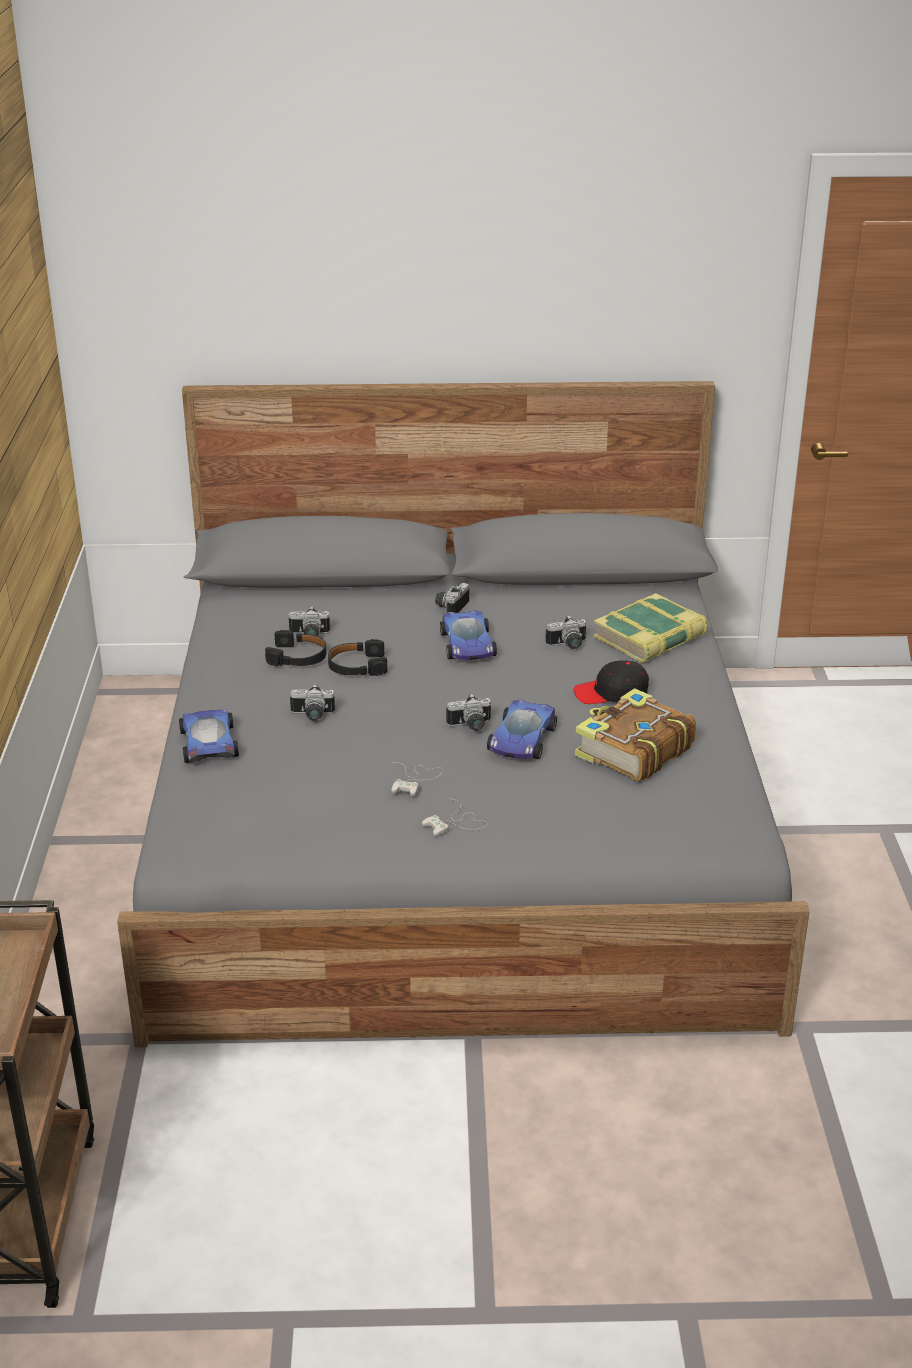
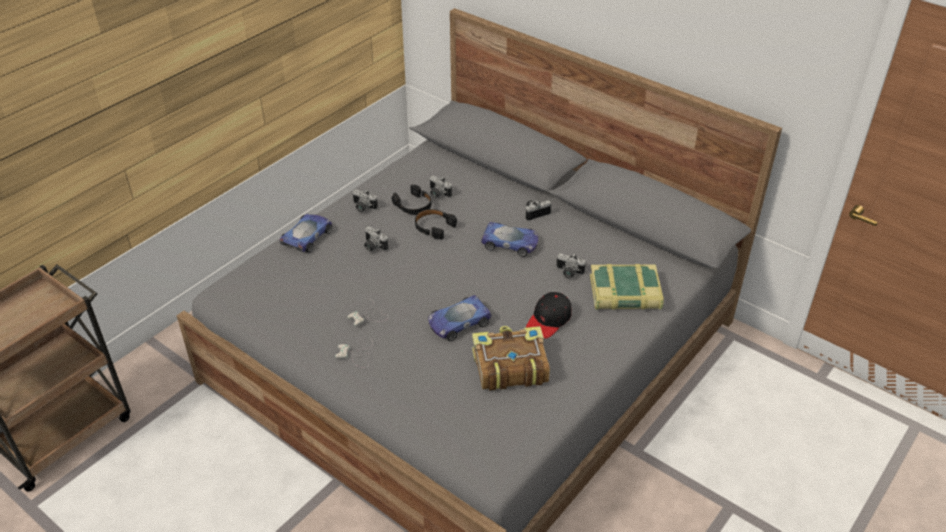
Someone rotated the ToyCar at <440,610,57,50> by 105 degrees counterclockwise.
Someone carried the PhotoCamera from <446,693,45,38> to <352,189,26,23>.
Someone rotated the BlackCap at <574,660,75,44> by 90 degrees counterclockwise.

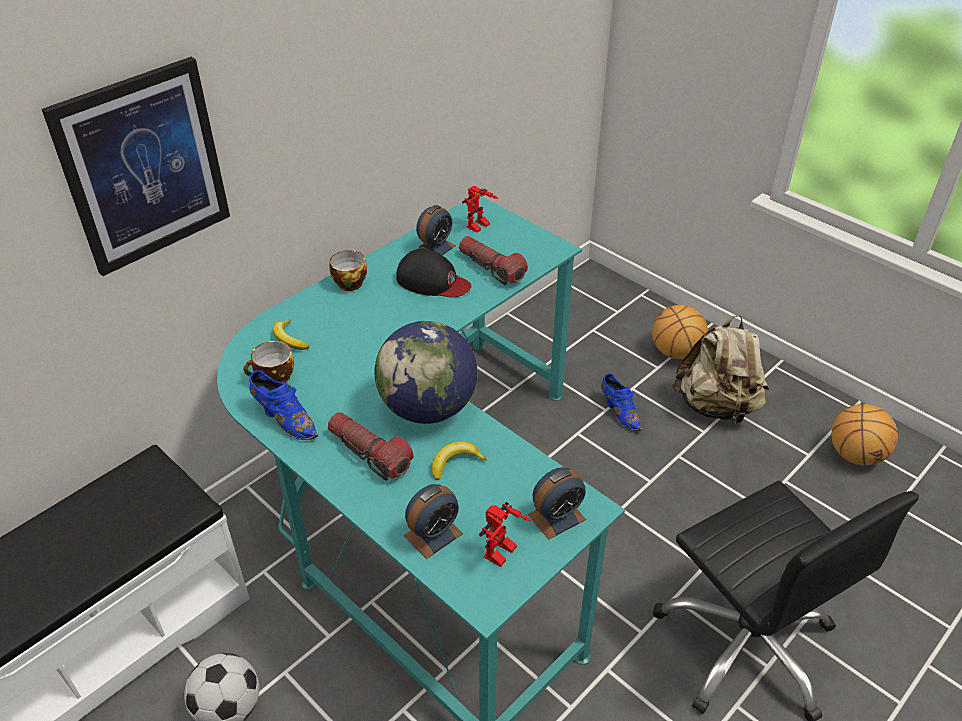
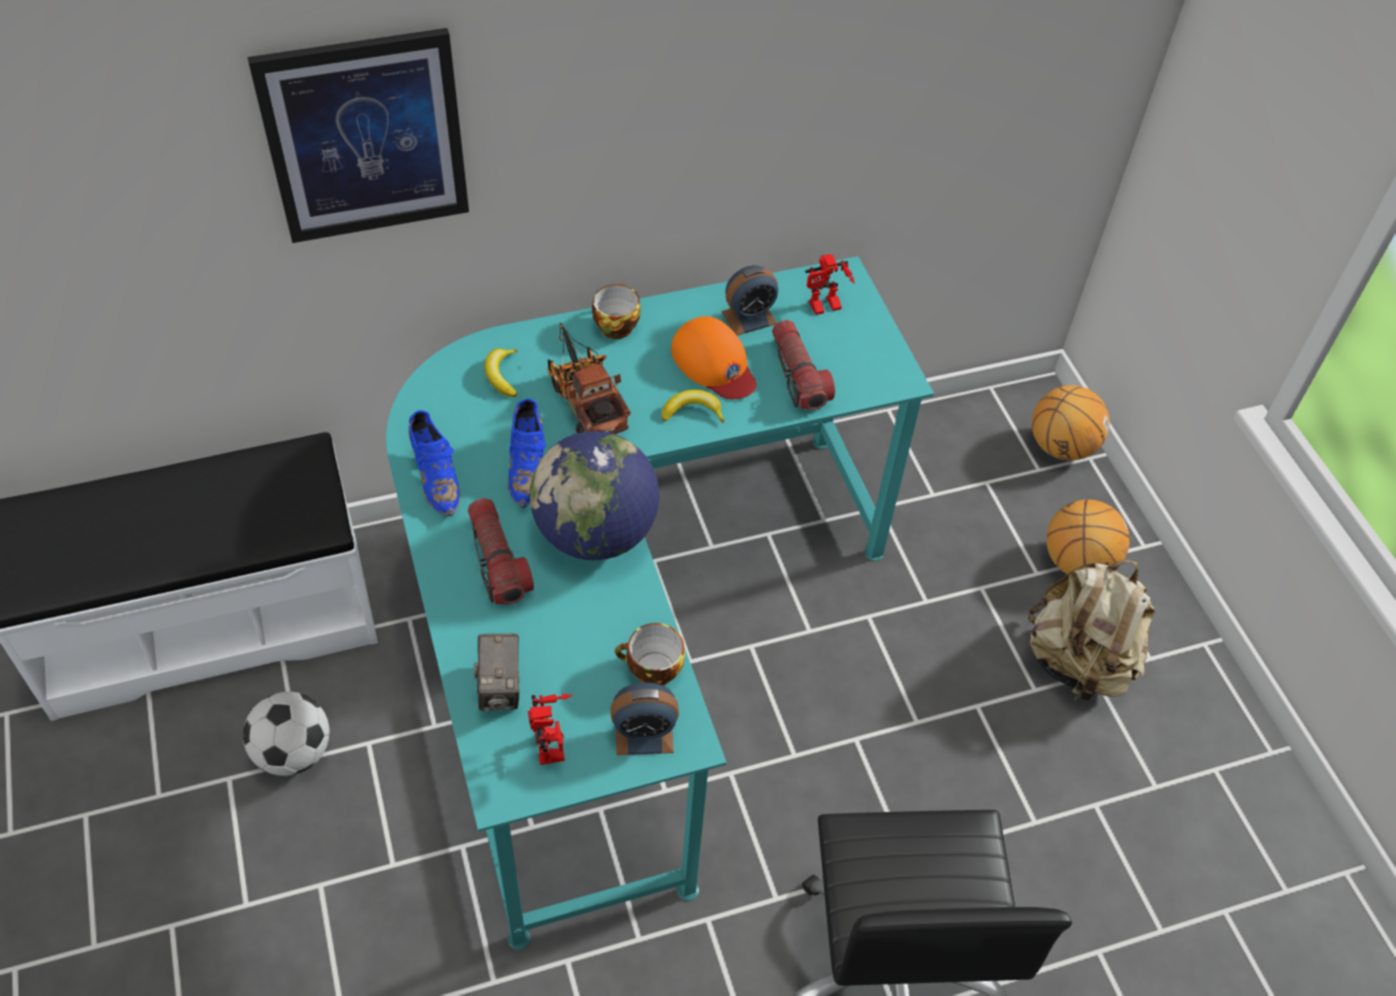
Someone carried the Cup from <243,341,51,42> to <615,623,70,63>.
Someone repainted the BlackCap at <396,249,75,48>, which became the OrangeCap at <671,316,86,83>.
Someone swapped the AlarmClock at <404,484,59,75> for the PhotoCamera at <474,634,46,78>.
Someone carried the Banana from <432,441,55,39> to <662,390,63,33>.
Someone rotated the ToyRobot at <479,502,52,65> by 75 degrees counterclockwise.
Someone carried the BlueShoe from <601,373,41,58> to <508,398,38,110>.
Someone carried the Basketball from <831,404,67,62> to <1032,385,78,76>.
Someone put down the ToyTruck at <547,323,84,111>.

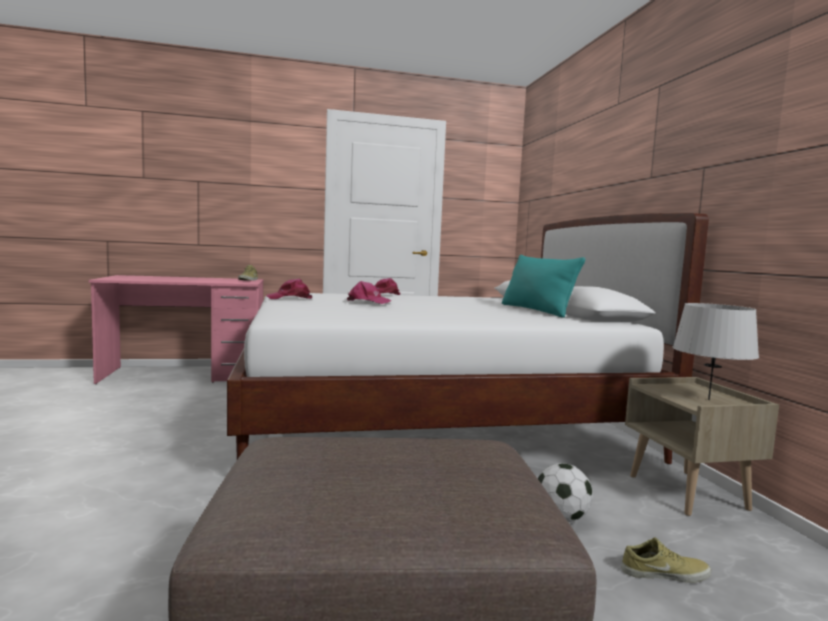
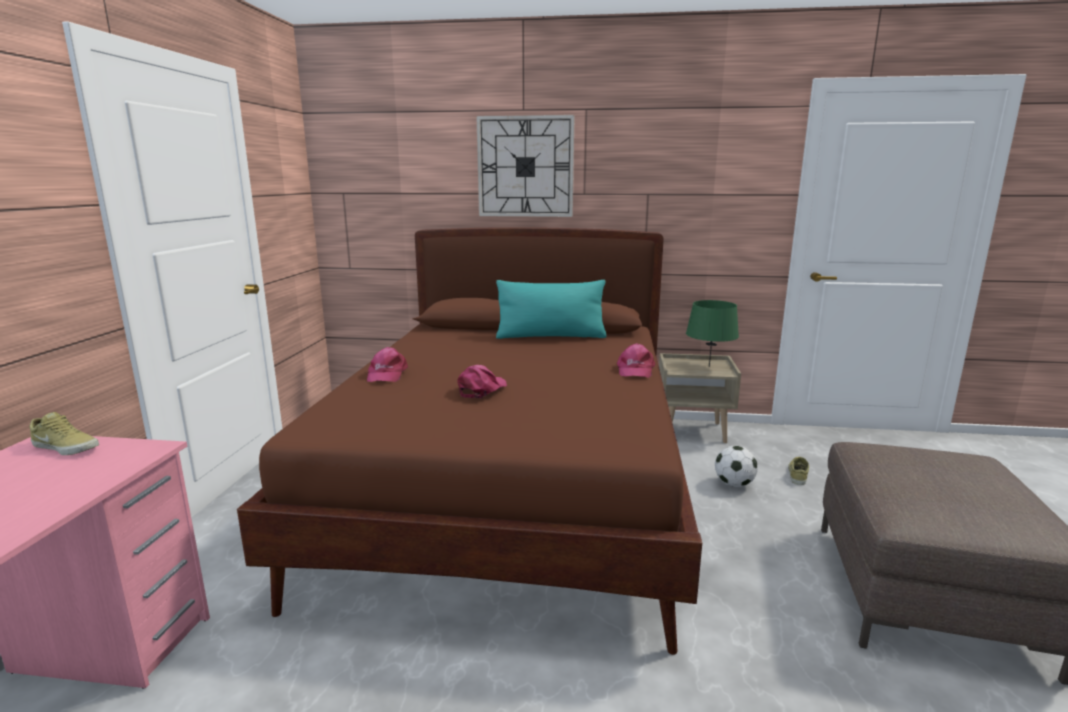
Someone repainted the WhiteBed at <227,213,482,251>, which became the BrownBed at <237,227,465,428>.
Someone carried the PinkCap from <266,279,46,20> to <617,343,39,35>.
Someone repainted the GreyTableLamp at <673,303,86,97>, which became the GreenTableLamp at <686,300,53,67>.
Someone put up the WallClock at <476,115,99,102>.

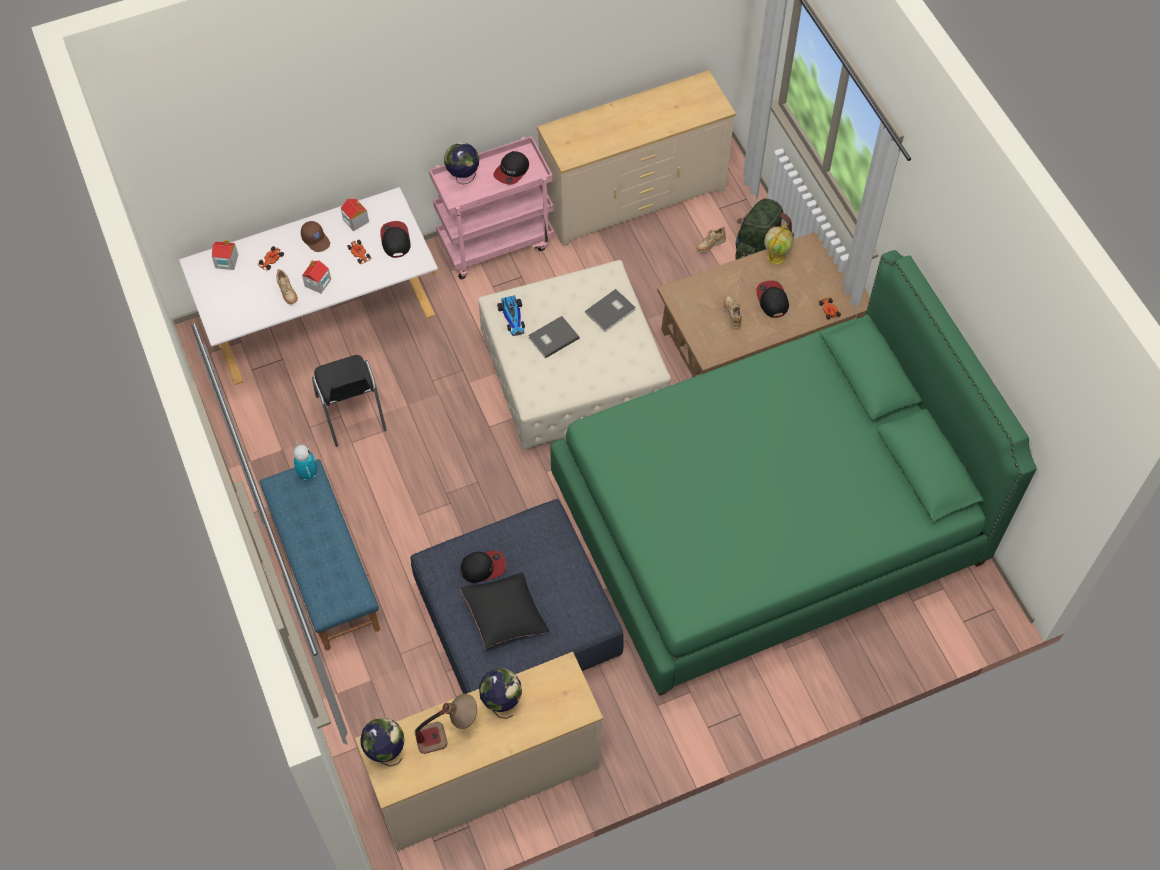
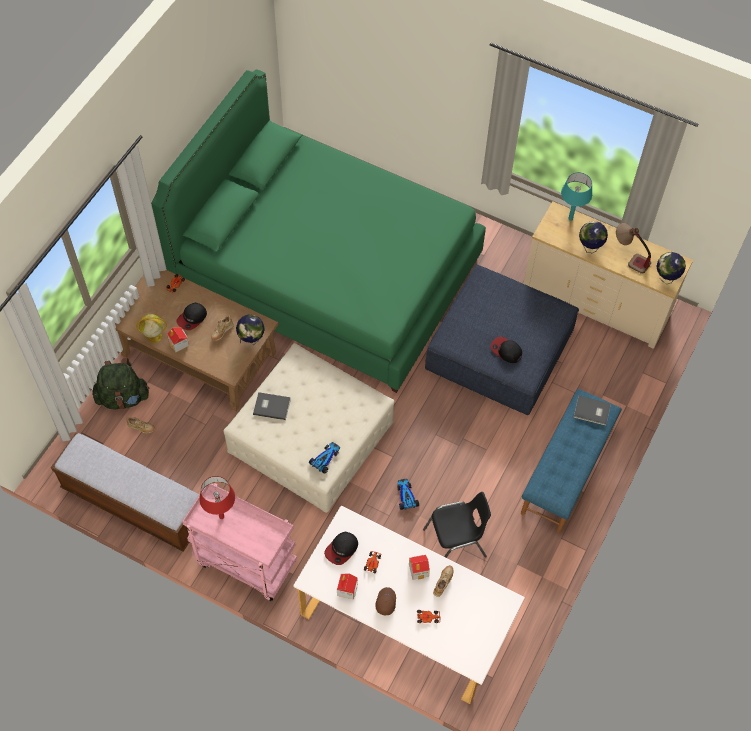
Someone carried the ToyHouse from <212,239,26,31> to <167,327,22,25>.
Someone took away the ToyRobot at <293,441,25,39>.
Someone rotated the BlackChair at <312,355,74,92> by 45 degrees clockwise.
Someone carried the Globe from <444,143,35,41> to <236,314,29,31>.
Someone took away the BlackPillow at <460,573,89,75>.
Someone swapped the Cap at <493,151,36,34> for the RedTableLamp at <199,476,36,43>.
Someone carried the GreyBook from <528,316,52,42> to <573,396,38,30>.
Someone swapped the BeigeDresser at <537,70,199,176> for the Bench at <51,433,148,119>.
Someone put down the ToyCar at <397,479,22,31>.
Someone put down the TurquoiseTableLamp at <561,172,31,49>.

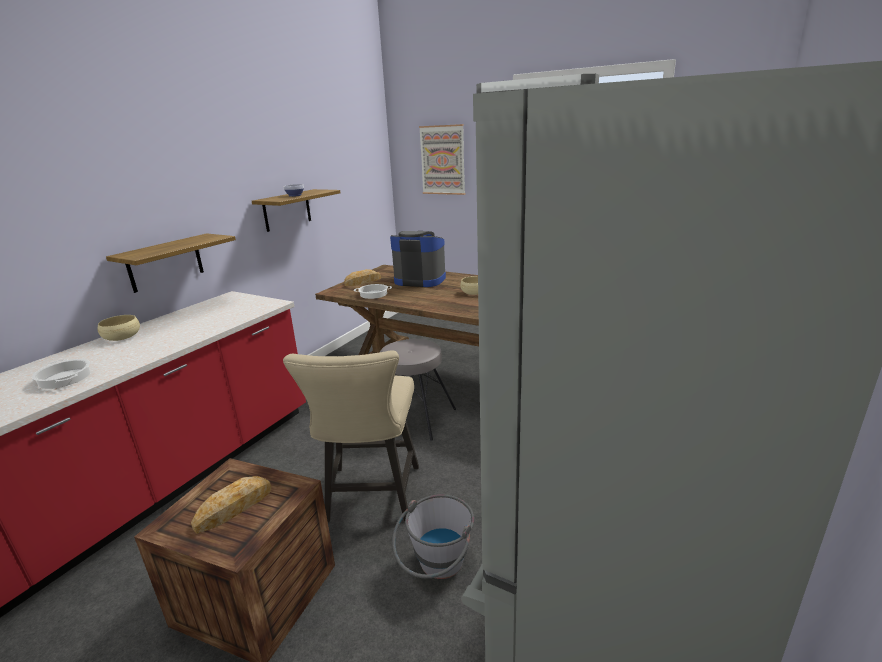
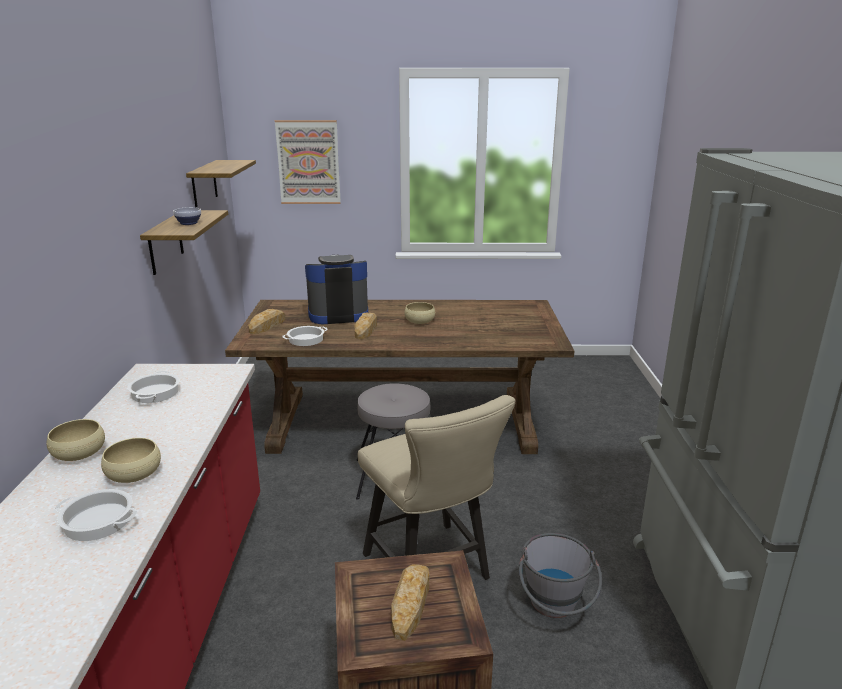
Someone carried the Shelf from <106,233,130,60> to <186,160,70,48>.
Someone put down the BeigeBowl at <101,438,60,45>.
Someone put down the CookingPot at <127,371,53,32>.
Someone put down the Bread at <355,313,22,26>.

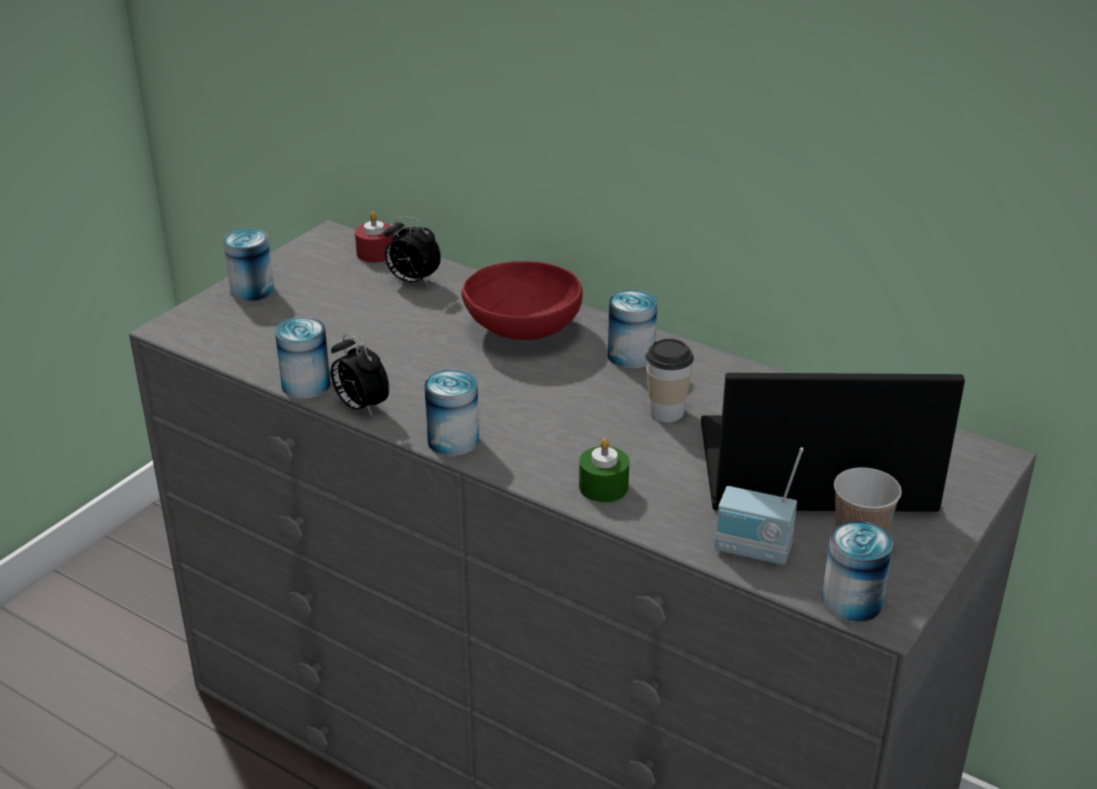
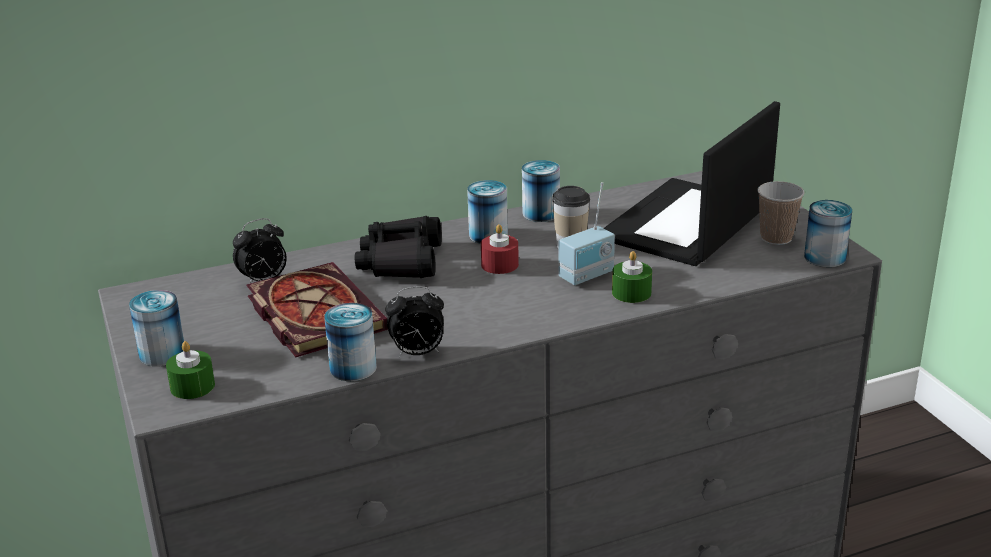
Someone carried the RedCandle from <355,212,39,51> to <481,224,38,50>.
Someone carried the Can from <424,369,55,87> to <522,160,38,62>.
Someone swapped the RedBowl at <461,261,122,79> for the BlackBinoculars at <355,216,87,62>.
Someone carried the Radio from <715,447,89,118> to <559,182,56,103>.
Someone put down the GreenCandle at <166,341,49,58>.
Someone put down the Book at <246,262,142,95>.

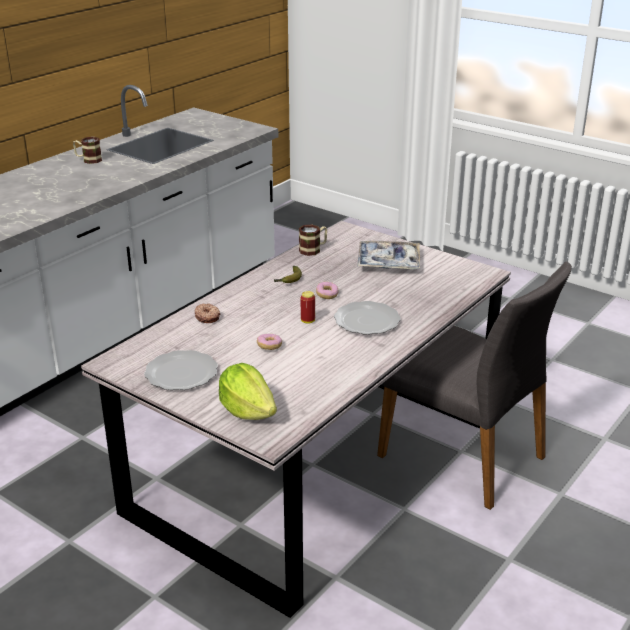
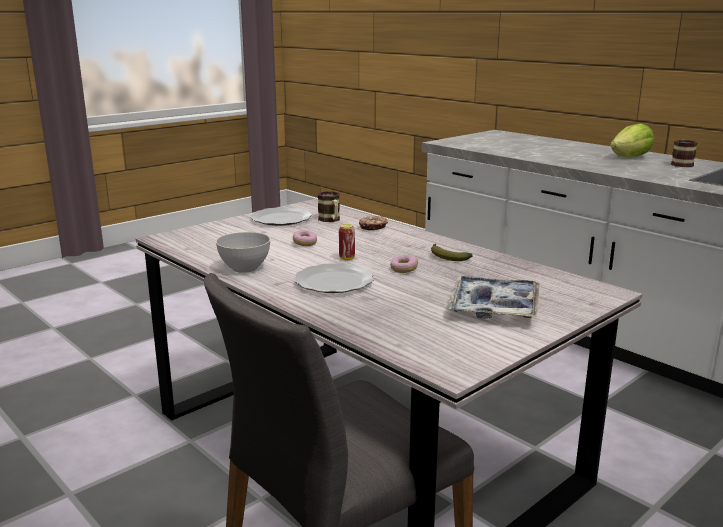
Someone carried the Lettuce from <219,363,58,57> to <610,123,44,35>.
Someone carried the Mug from <299,224,28,32> to <318,191,22,31>.
Someone put down the GreyBowl at <216,232,55,41>.

